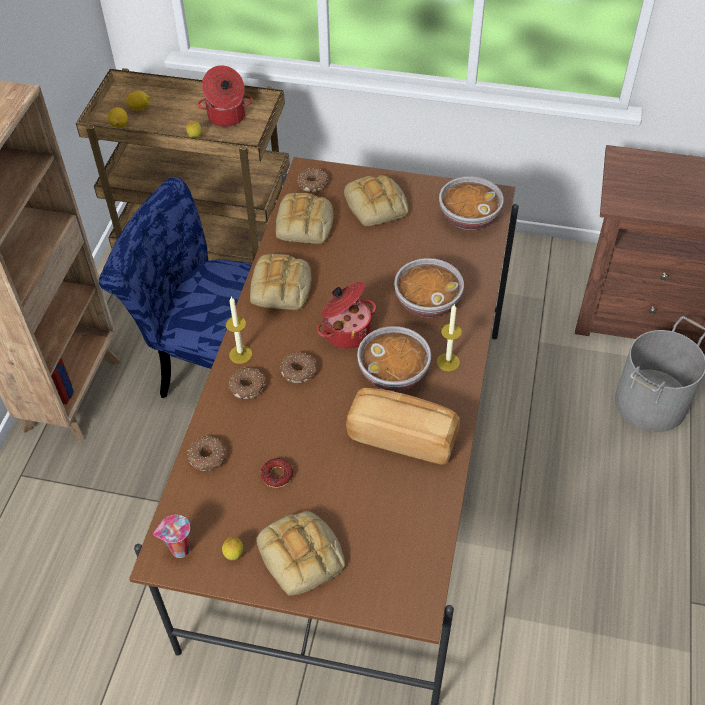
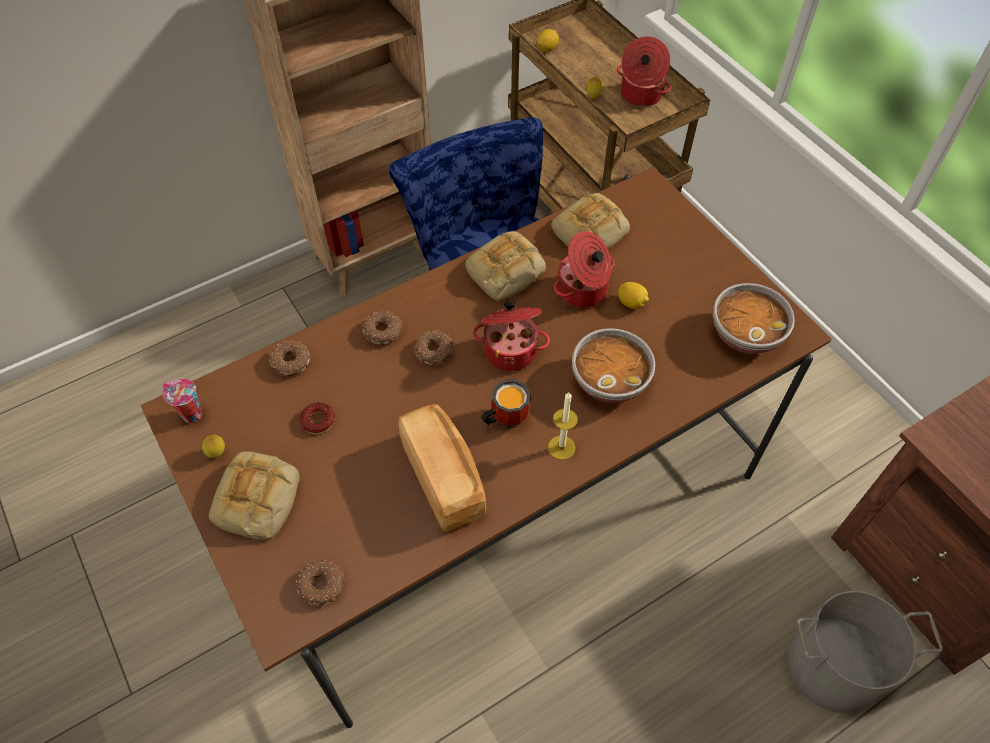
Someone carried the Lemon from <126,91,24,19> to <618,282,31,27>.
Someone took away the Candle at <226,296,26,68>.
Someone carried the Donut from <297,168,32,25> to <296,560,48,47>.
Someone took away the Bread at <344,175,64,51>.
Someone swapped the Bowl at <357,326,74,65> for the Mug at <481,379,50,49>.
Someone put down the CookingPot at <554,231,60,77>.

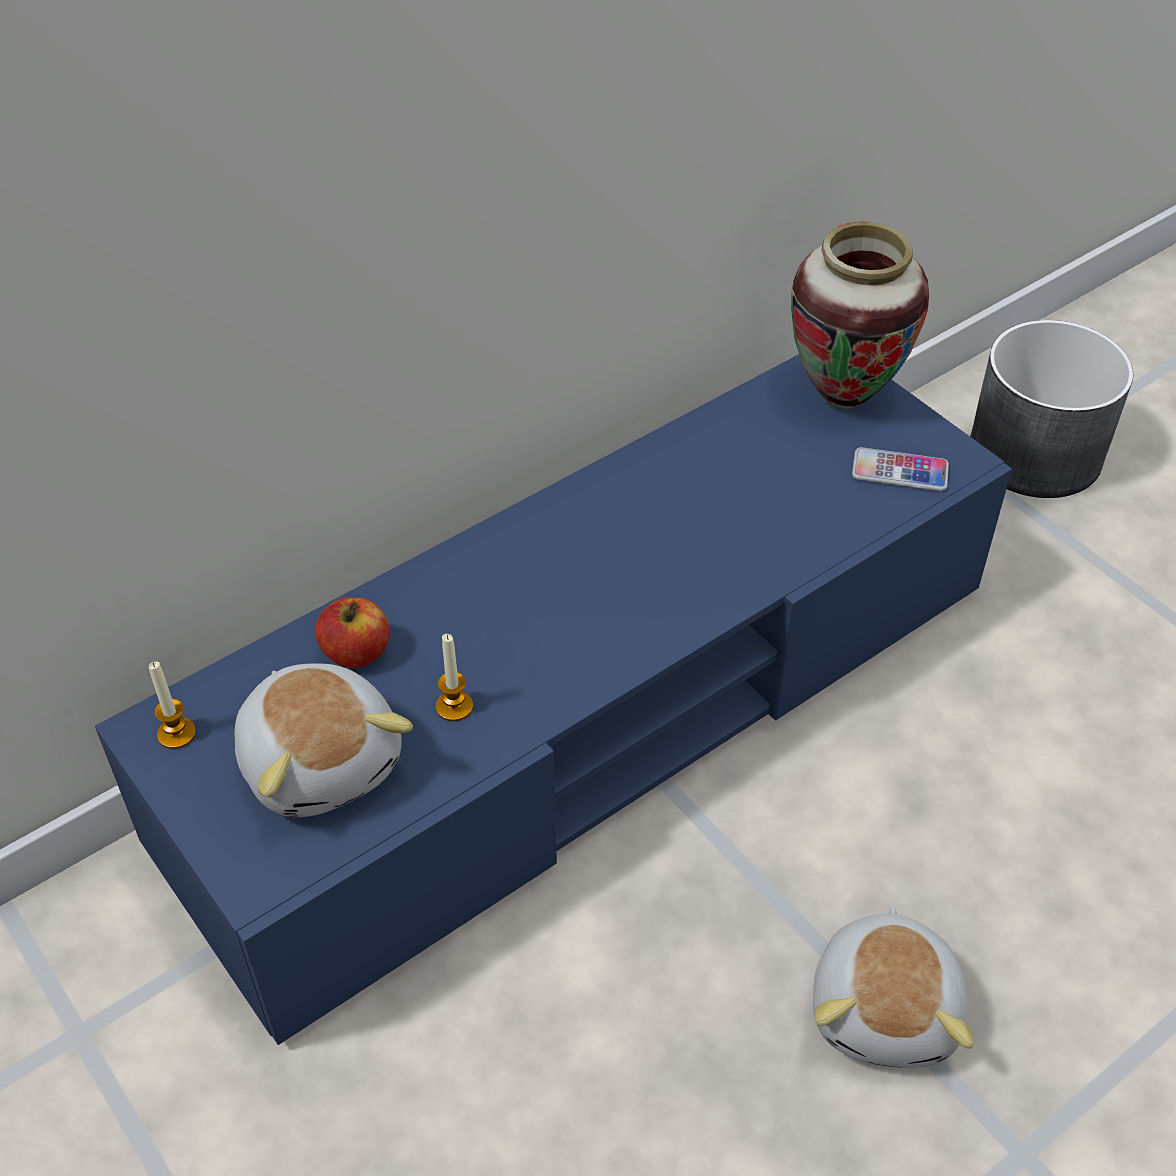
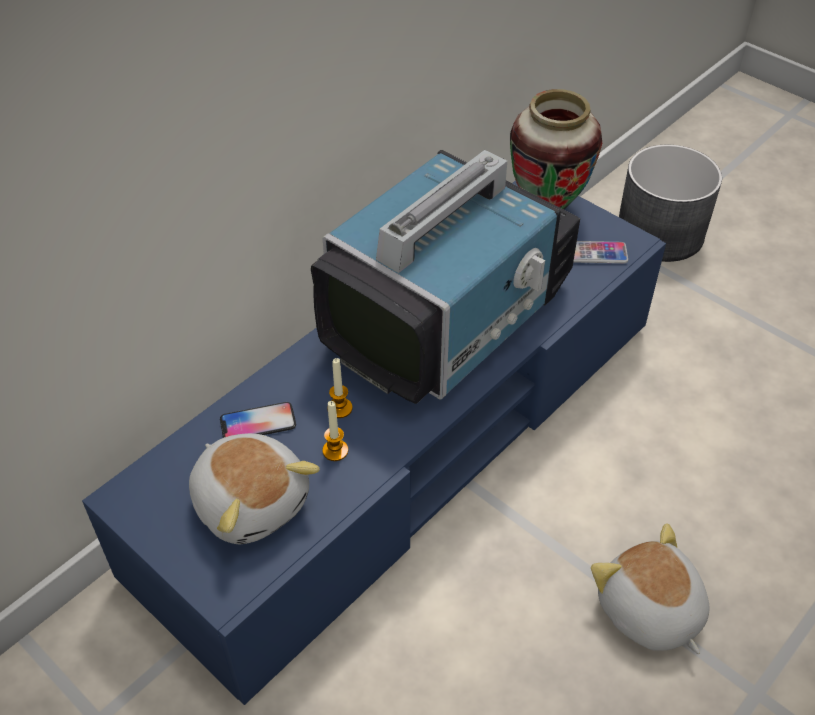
Someone carried the Candle from <149,661,47,88> to <327,358,26,60>.
Someone swapped the Apple at <316,597,73,71> for the Phone at <220,402,76,36>.
Someone rotated the PlushToy at <813,906,161,162> by 150 degrees clockwise.
Someone put down the Television at <311,150,269,254>.

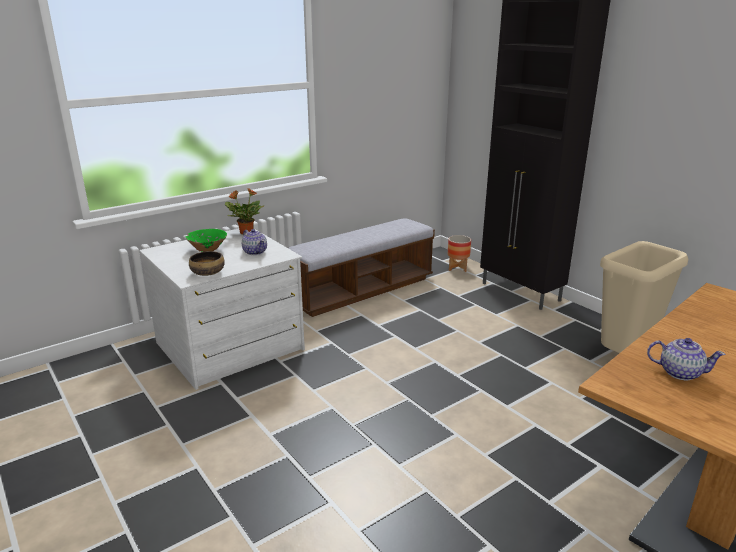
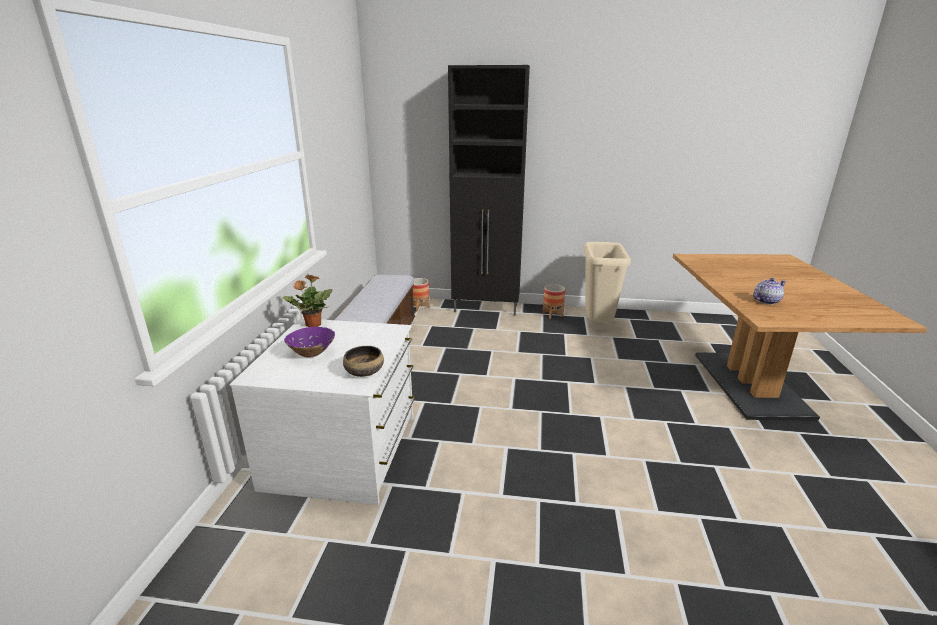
Someone repainted the GreenBowl at <186,229,41,23>, which became the PurpleBowl at <284,327,51,31>.
Someone took away the Teapot at <242,229,25,26>.
Someone put down the Planter at <543,284,22,35>.

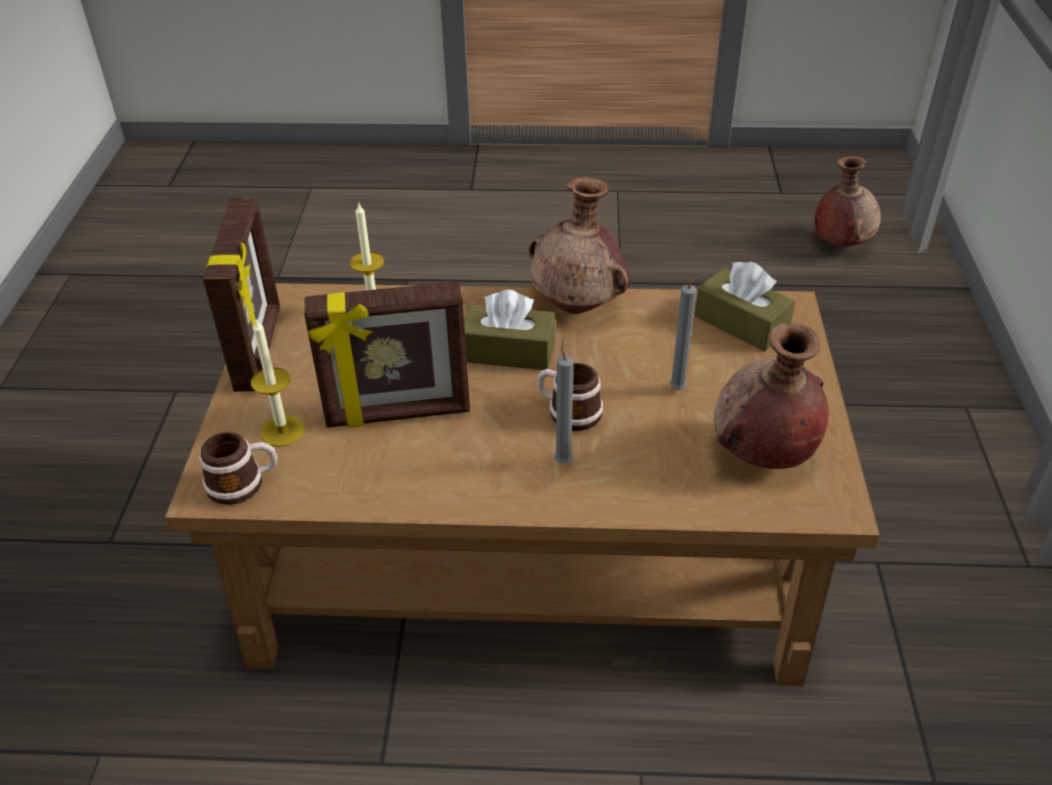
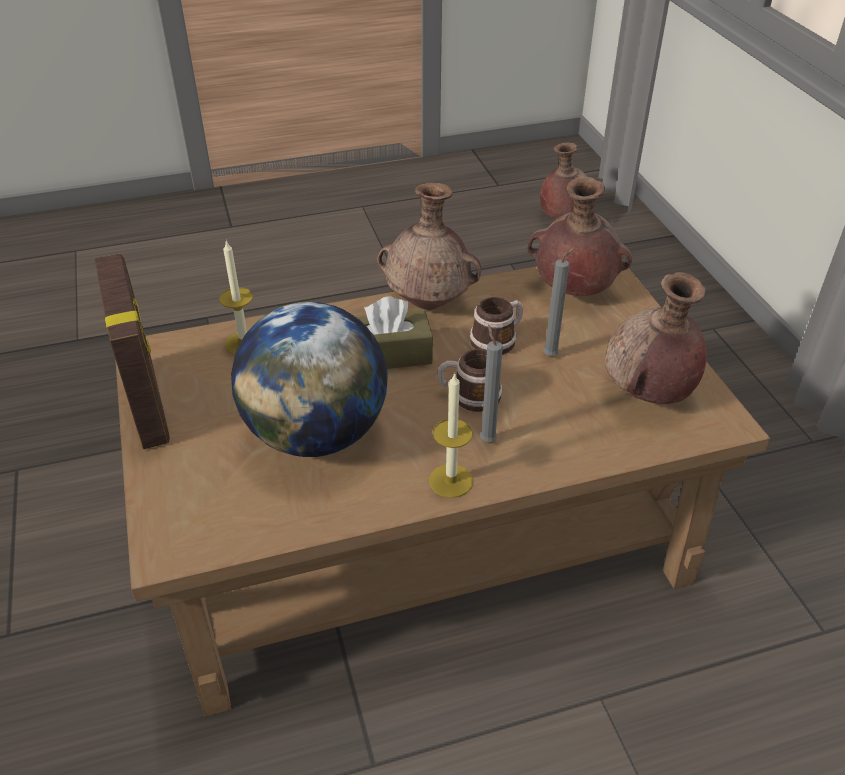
Someone carried the Mug from <199,432,79,73> to <470,297,53,58>.
Someone carried the Candle from <251,319,54,128> to <429,373,44,125>.
Someone swapped the PictureFrame at <304,281,166,147> for the Globe at <231,302,156,155>.
Someone swapped the BrownTissueBox at <694,261,101,90> for the BrownVase at <528,177,104,119>.

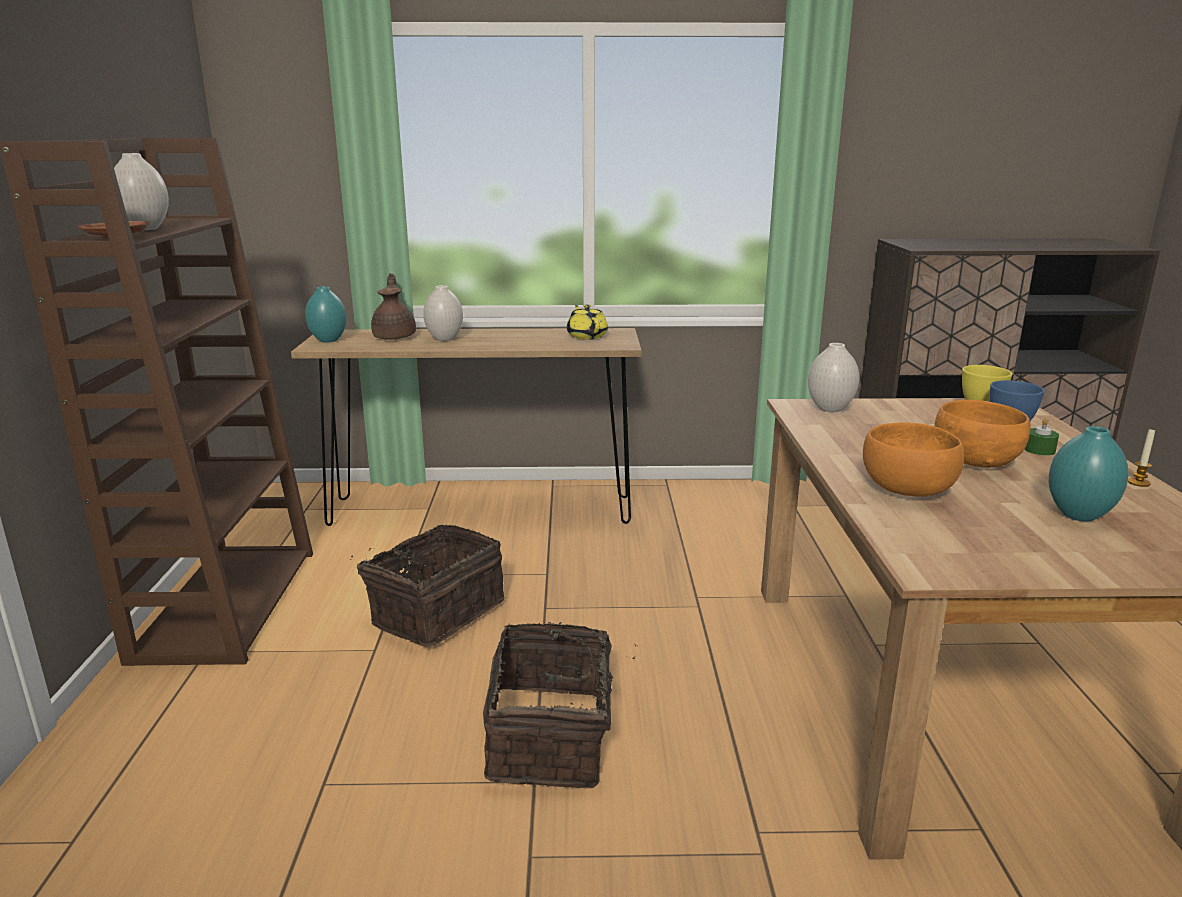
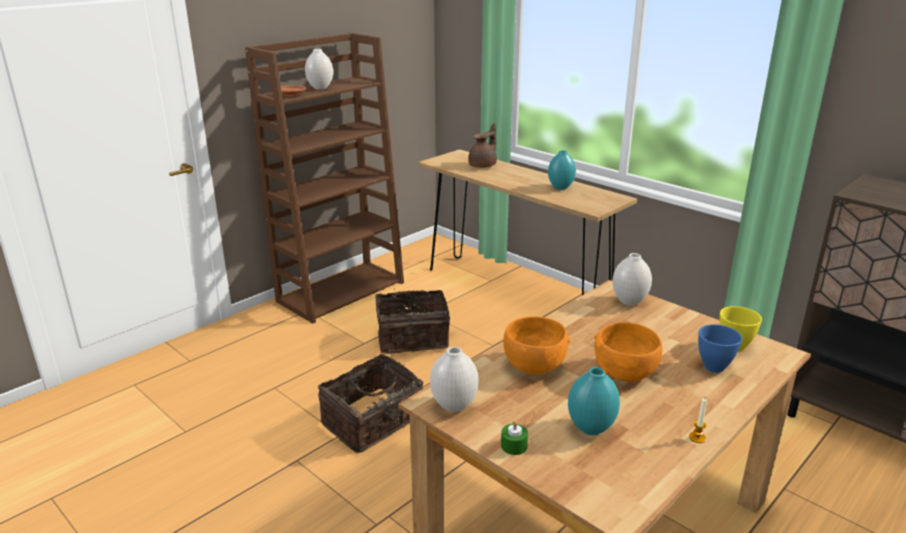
Someone carried the TurquoiseVase from <305,286,42,57> to <548,150,28,40>.
Someone carried the WhiteVase from <423,285,40,56> to <430,347,48,65>.
Someone took away the YellowTeapot at <567,304,41,35>.
Someone carried the GreenCandle from <1024,418,35,38> to <501,420,27,35>.

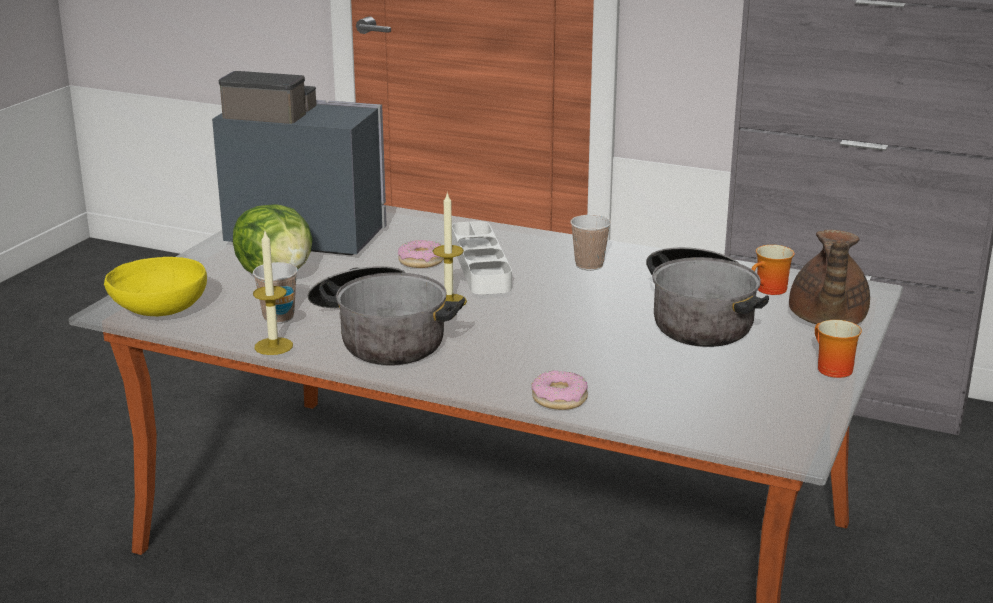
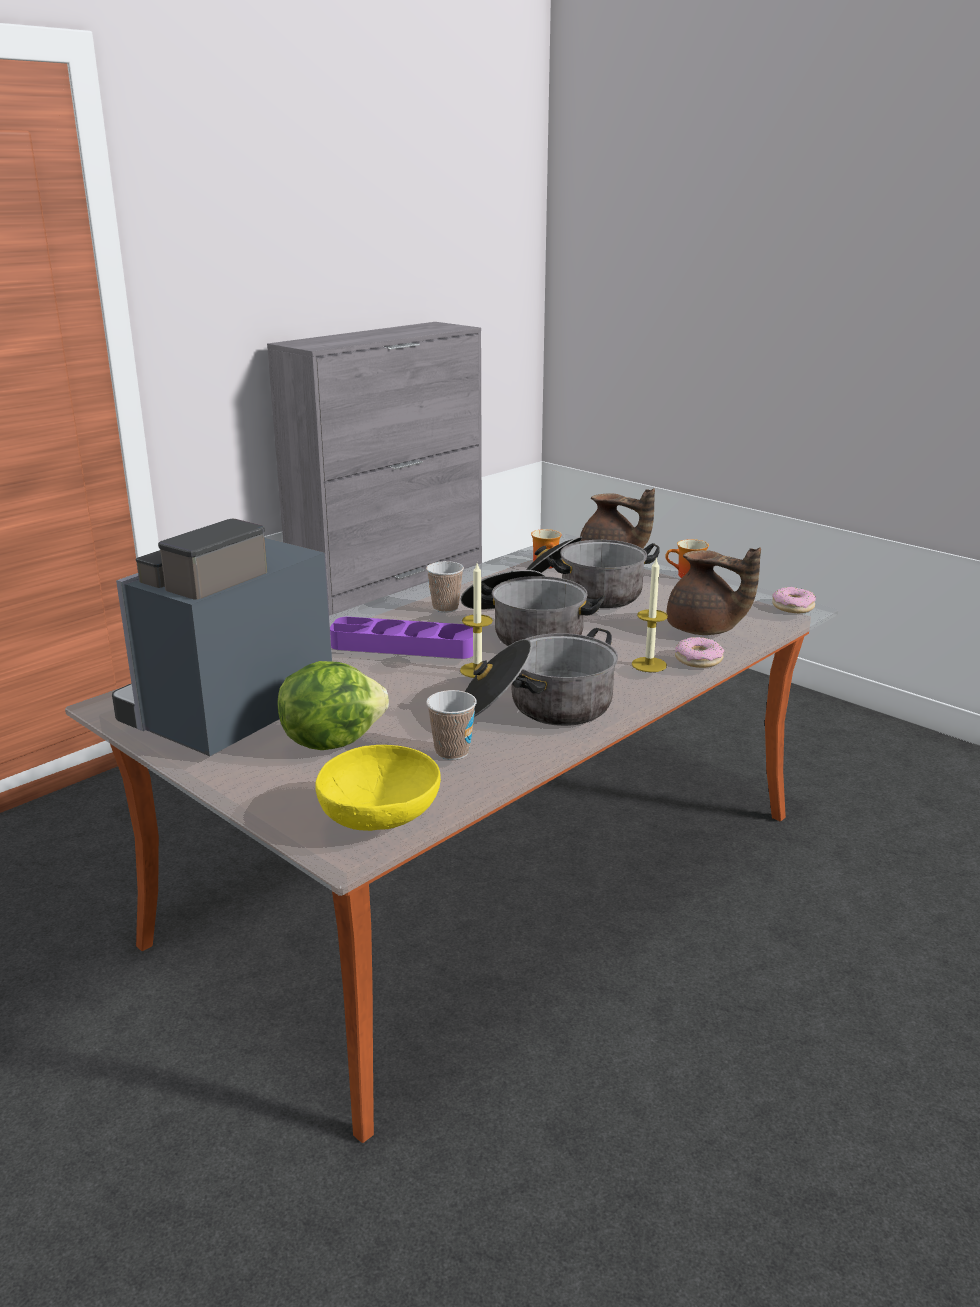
Someone carried the Candle from <253,232,40,123> to <632,557,36,115>.
Someone carried the Donut from <398,240,46,28> to <772,587,44,26>.
Someone repainted the WhiteTray at <452,221,60,74>, which became the PurpleTray at <330,617,143,42>.
Someone put down the CookingPot at <461,570,145,76>.
Someone put down the BrownTeapot at <666,548,95,87>.

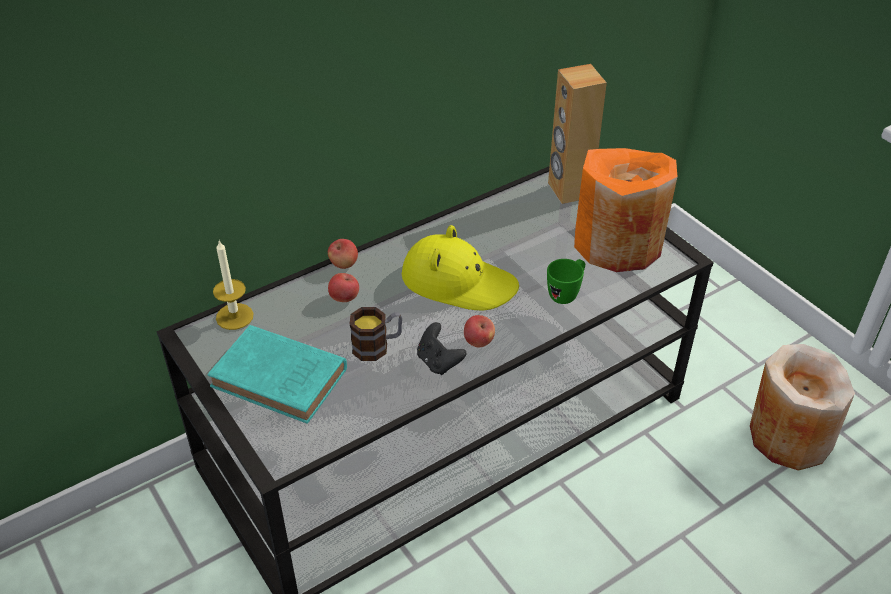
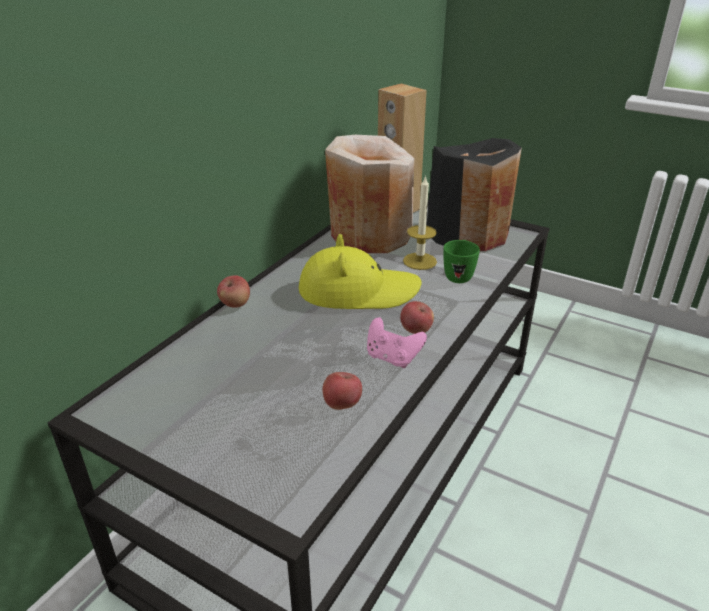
Someone took away the TurquoiseBook at <208,325,139,98>.
Someone carried the Candle from <213,241,41,89> to <403,175,34,95>.
Someone carried the Apple from <328,273,31,29> to <322,372,40,38>.
Someone took away the Mug at <350,307,52,54>.
Someone repainted the BlackGameController at <417,322,49,53>, which became the PinkGameController at <367,317,60,51>.
Someone repainted the OrangeVase at <574,148,104,124>, which became the BlackVase at <426,138,96,113>.
Someone carried the BeigeVase from <750,344,105,127> to <325,135,89,118>.

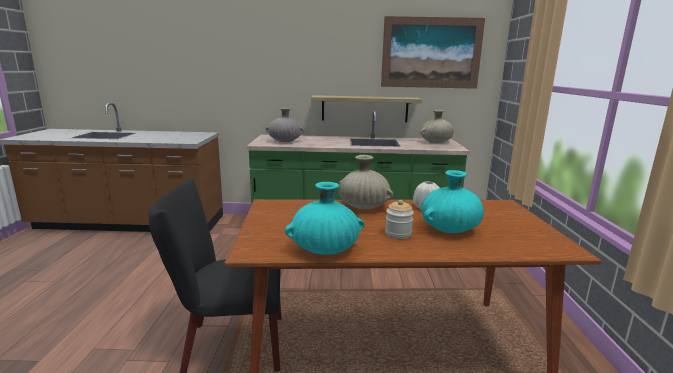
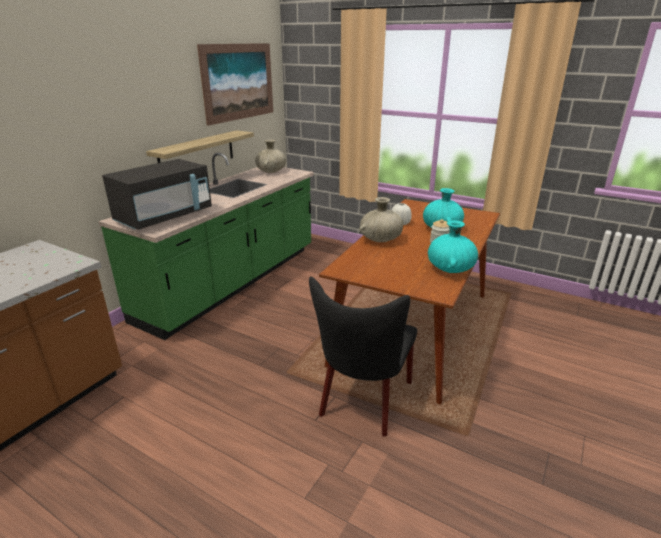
Someone swapped the GreyVase at <266,108,38,34> for the BlackMicrowave at <102,159,110,71>.

